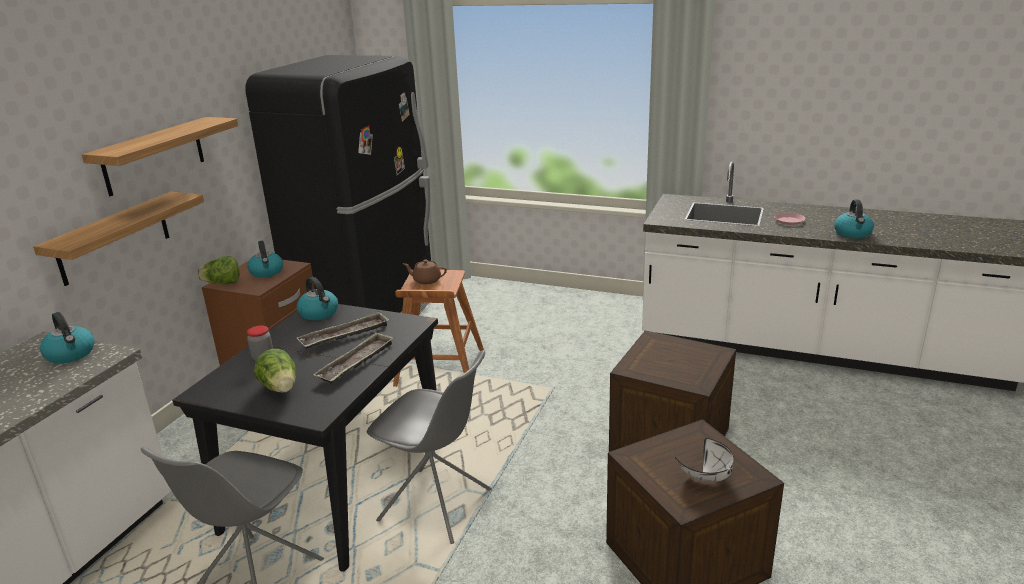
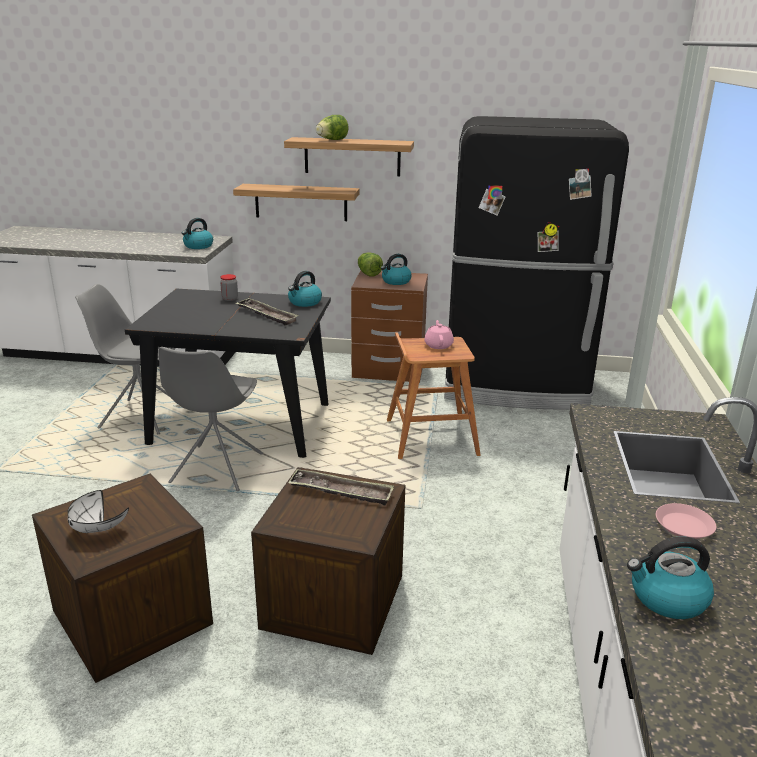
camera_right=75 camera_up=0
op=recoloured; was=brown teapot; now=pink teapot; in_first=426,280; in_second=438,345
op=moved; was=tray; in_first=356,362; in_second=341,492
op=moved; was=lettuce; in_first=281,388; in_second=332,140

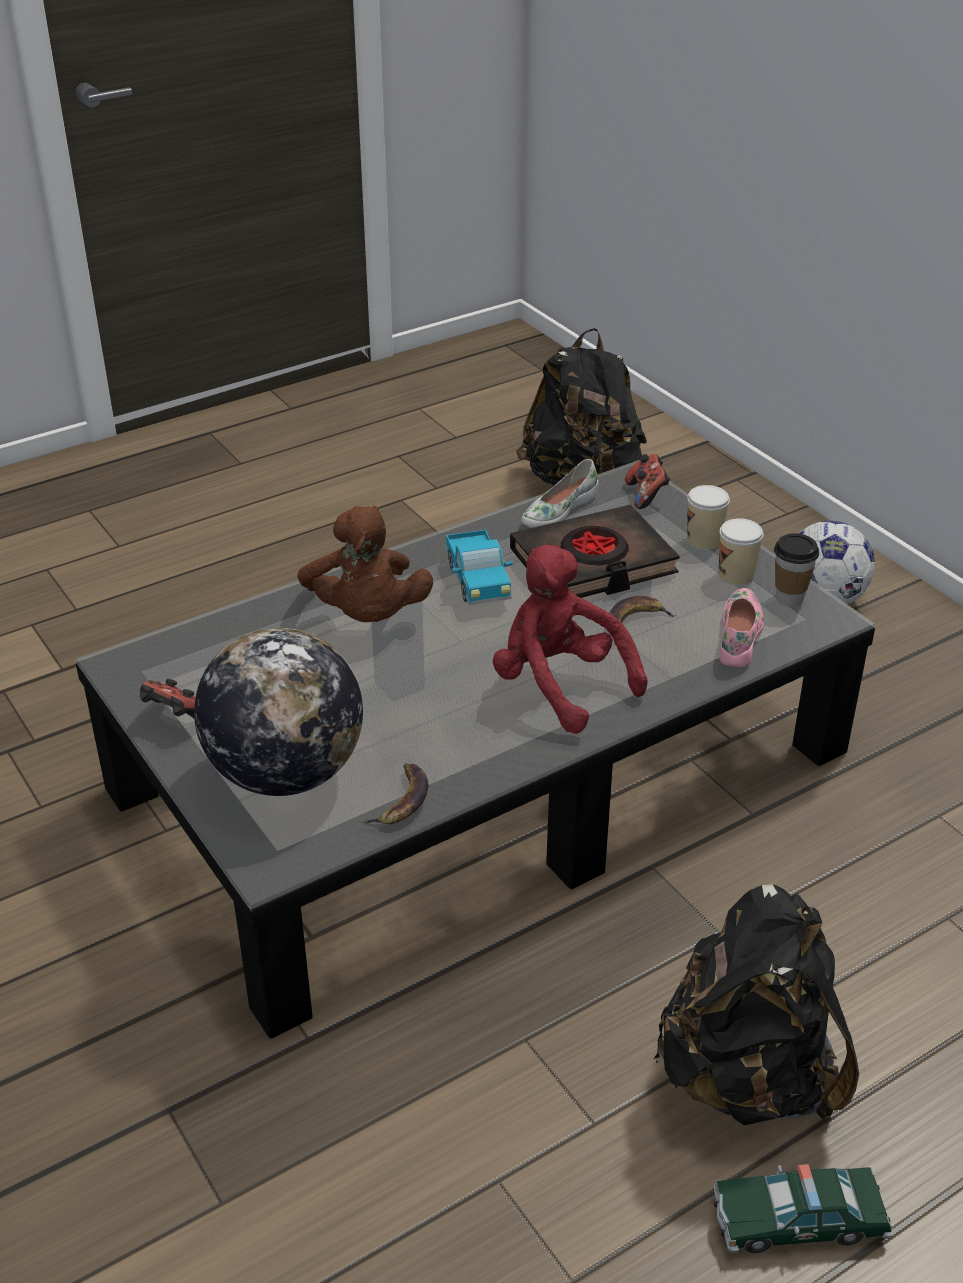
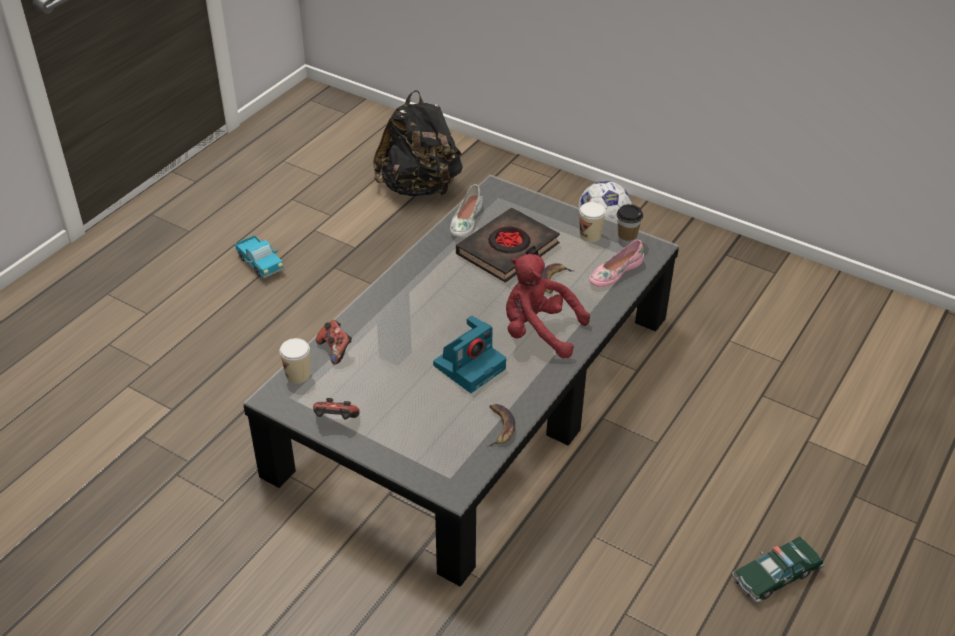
camera_right=-25 camera_up=5
op=moved; was=game controller; in_first=646,495; in_second=335,350
op=moved; was=cup; in_first=703,540; in_second=298,375
op=removed; was=brown plush toy; in_first=367,616
op=moved; was=toy truck; in_first=478,583; in_second=260,264
op=turned; was=pink shoe; in_first=740,635; in_second=614,272; clockwise=-120
op=removed; was=globe; in_first=285,773
op=removed; was=black backpack; in_first=747,1076
op=added; now=photo camera; in_second=470,365

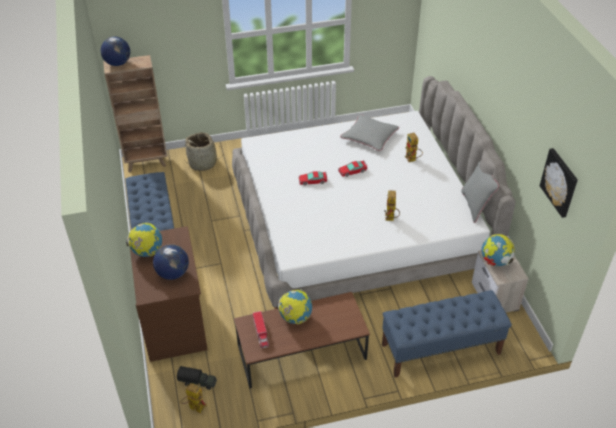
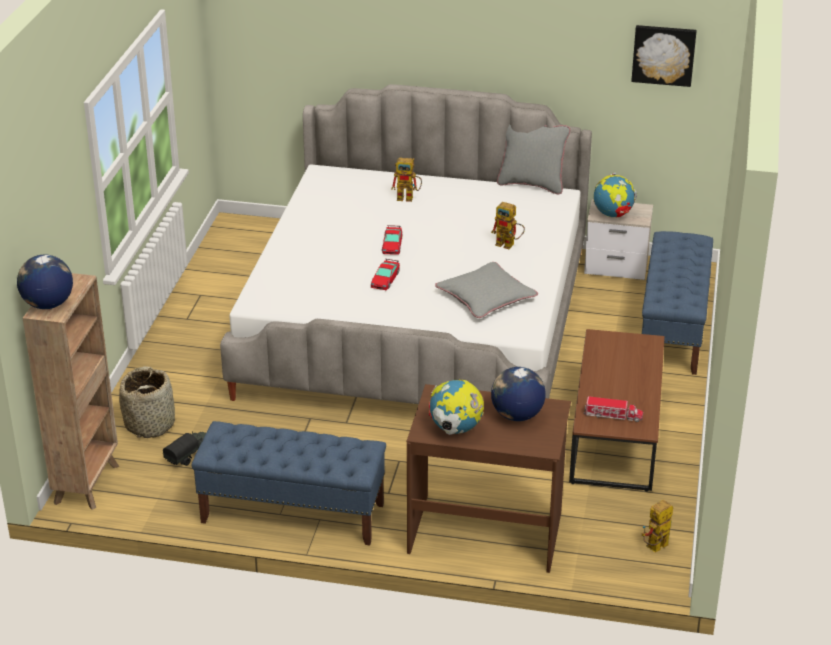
camera_right=-65 camera_up=-10
op=moved; was=grey pillow; in_first=369,136; in_second=486,297
op=removed; was=globe; in_first=295,318
op=moved; was=toy truck; in_first=198,382; in_second=189,455

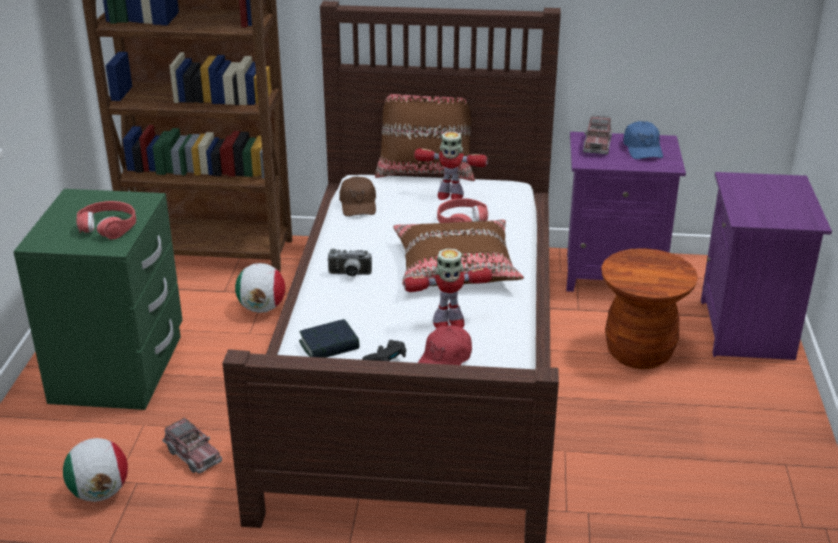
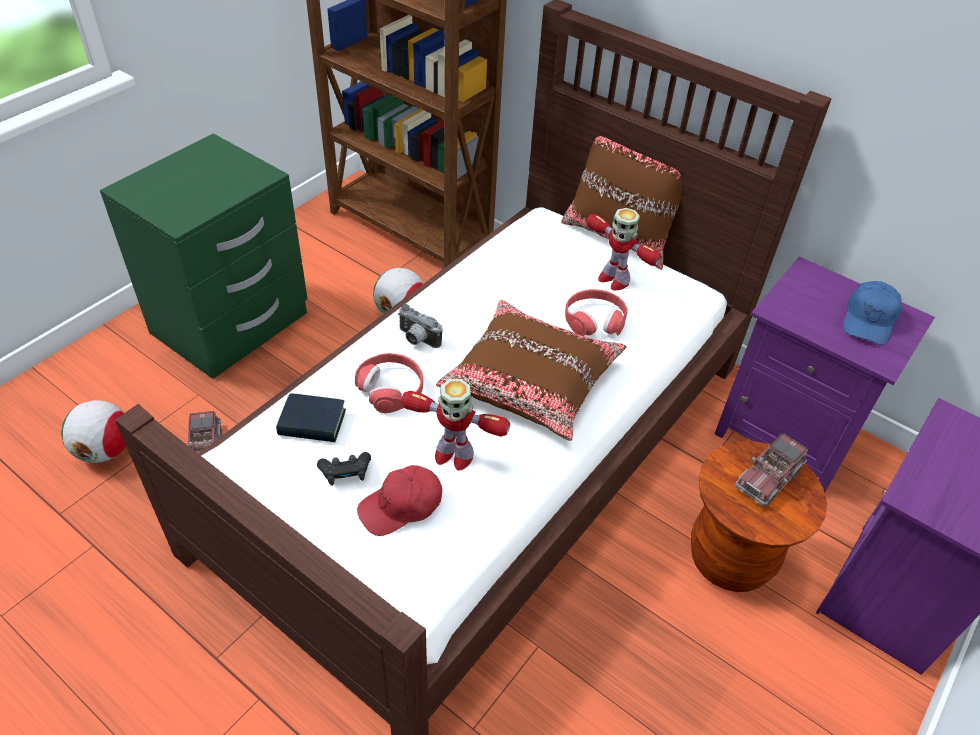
camera_right=30 camera_up=15
op=moved; was=toy truck; in_first=597,145; in_second=768,477
op=removed; was=brown cap; in_first=358,204
op=moved; was=red headphones; in_first=108,227; in_second=391,388

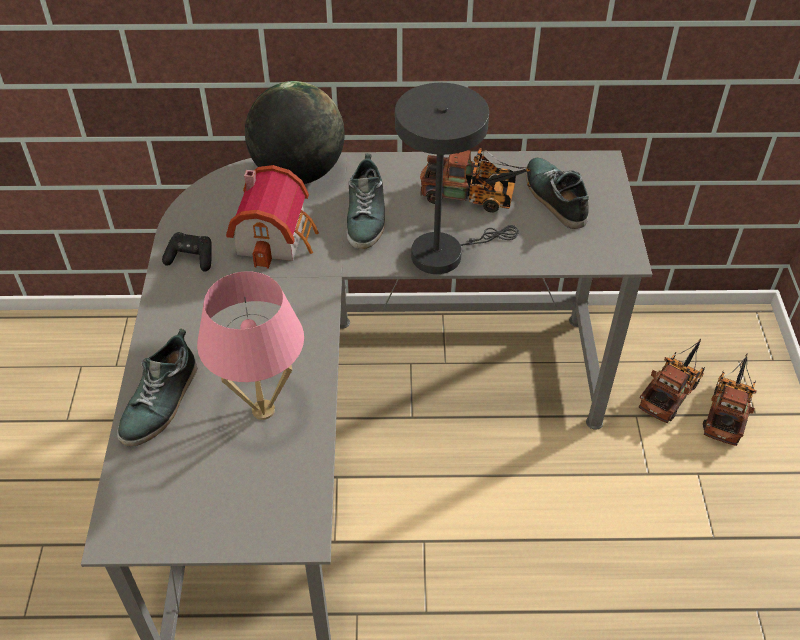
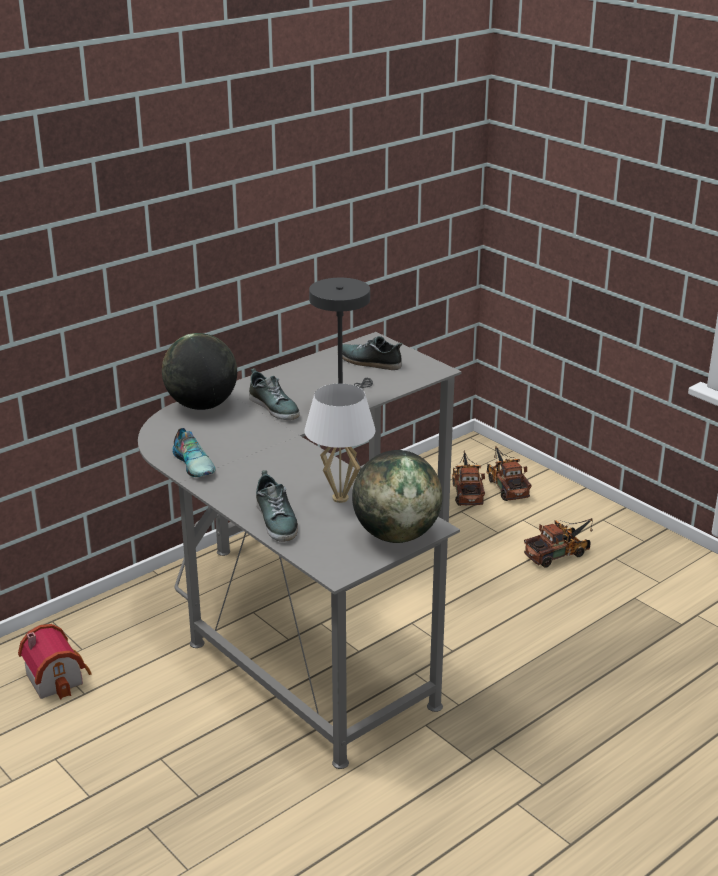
camera_right=-40 camera_up=-20
op=moved; was=toy truck; in_first=474,196; in_second=560,554
op=moved; was=toy house; in_first=277,237; in_second=57,677
op=replaced; was=black game controller; now=shoe; in_first=191,258; in_second=195,463
op=recoloured; was=pink table lamp; now=white table lamp; in_first=264,410; in_second=340,498
op=added; now=globe; in_second=396,535

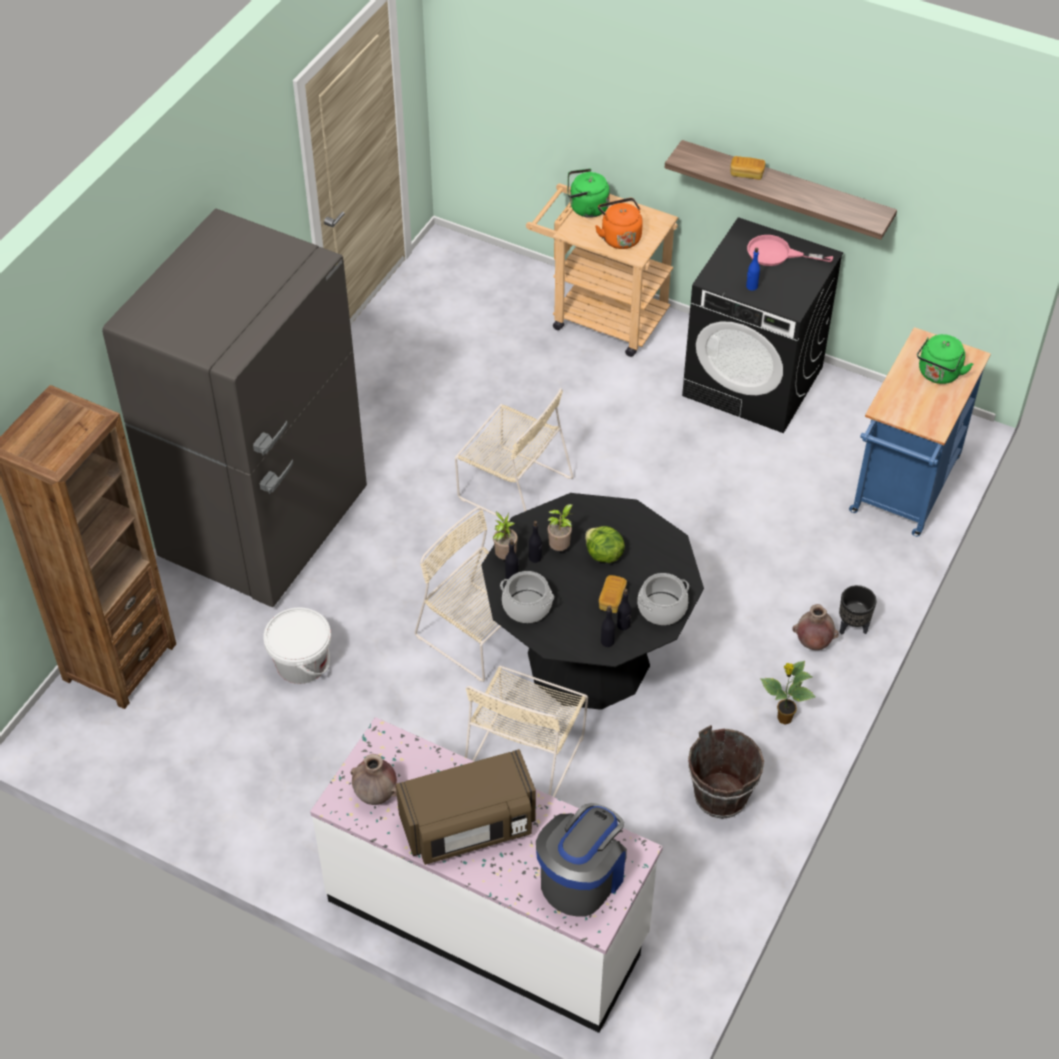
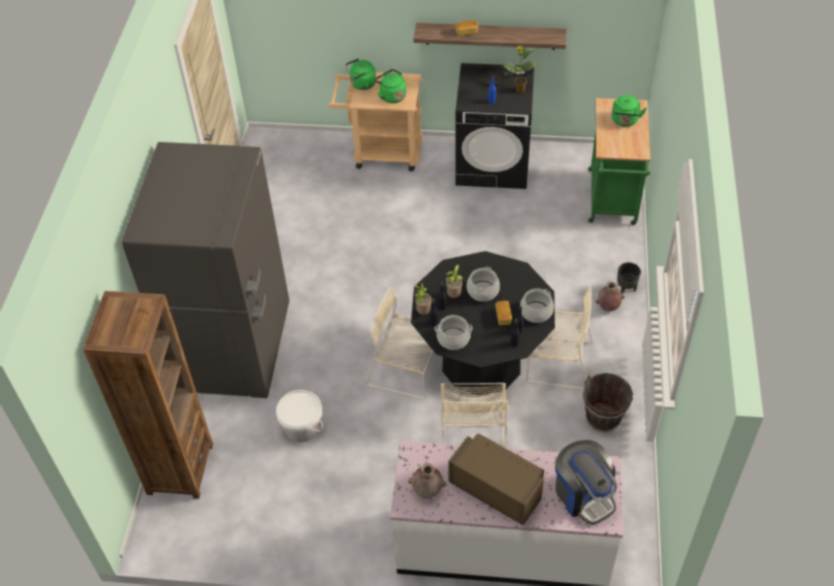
camera_right=-20 camera_up=0
op=recoloured; was=orange kettle; now=green kettle; in_first=619,237; in_second=391,96
op=recoloured; was=pink frying pan; now=black frying pan; in_first=777,254; in_second=496,78
op=recoloured; was=blue cart; now=green cart; in_first=902,491; in_second=612,201
op=moved; was=beige chair; in_first=512,486; in_second=556,362
op=replaced; was=lettuce; now=cooking pot; in_first=603,555; in_second=483,291
op=moved; was=potted plant; in_first=783,718; in_second=519,90
op=turned; was=brown microwave; in_first=469,826; in_second=497,488; clockwise=-105
op=turned; was=coffee machine; in_first=582,877; in_second=583,494; clockwise=135

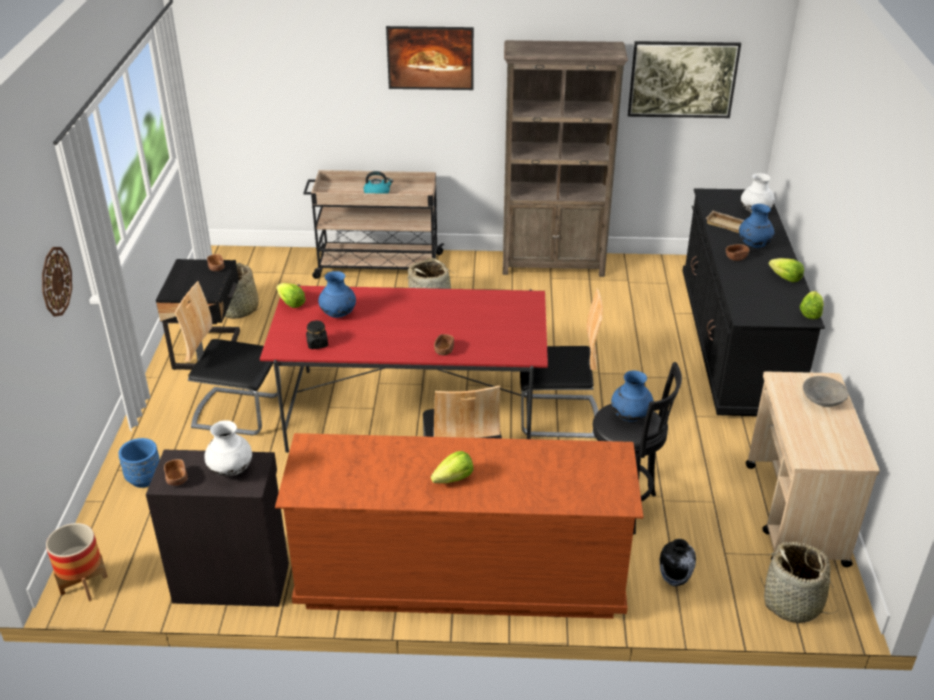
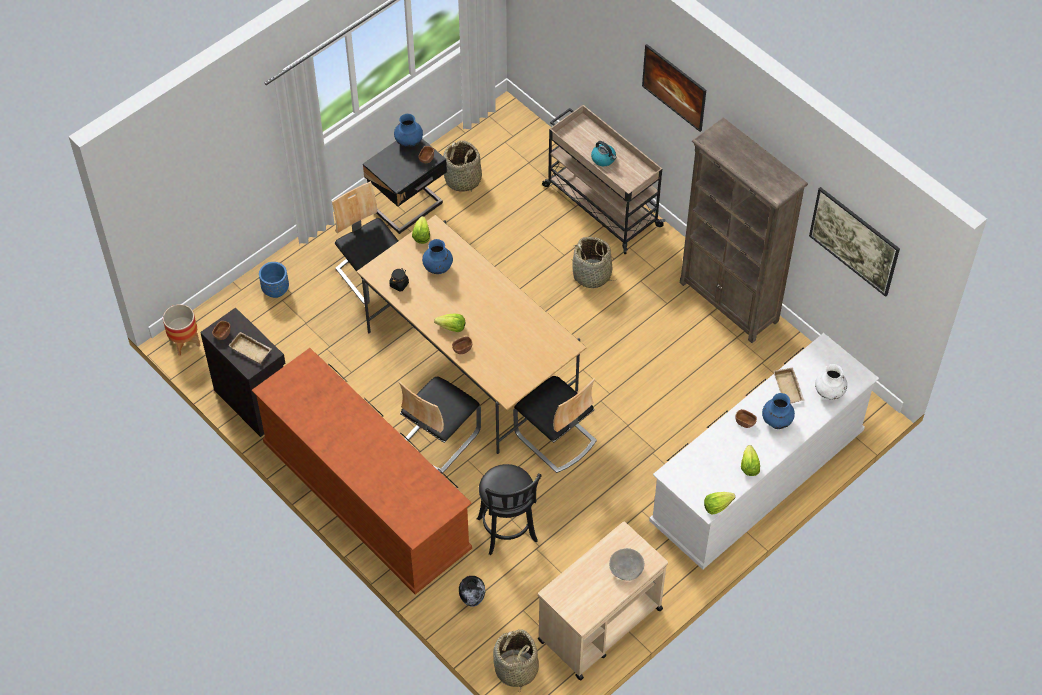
camera_right=45 camera_up=20
op=recoloured; was=black dresser; now=white dresser; in_first=734,343; in_second=756,478
op=removed; was=wall clock; in_first=55,281
op=recoloured; was=red dining table; now=beige dining table; in_first=412,412; in_second=471,361
op=moved; was=blue vase; in_first=630,416; in_second=409,142
op=replaced; was=white vase; now=beige tray; in_first=231,470; in_second=251,349
op=moved; was=lettuce; in_first=454,479; in_second=451,328

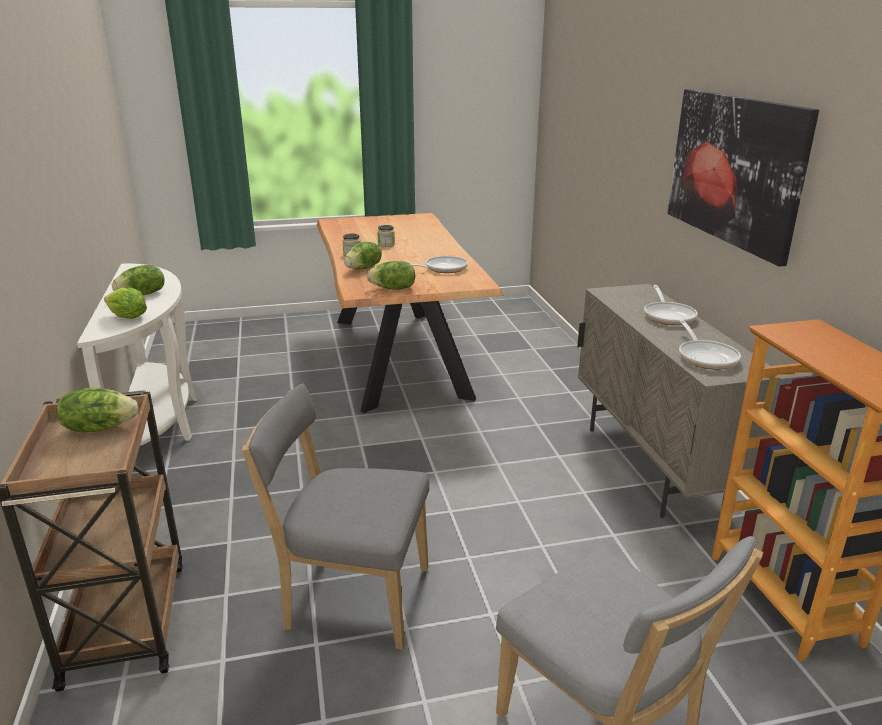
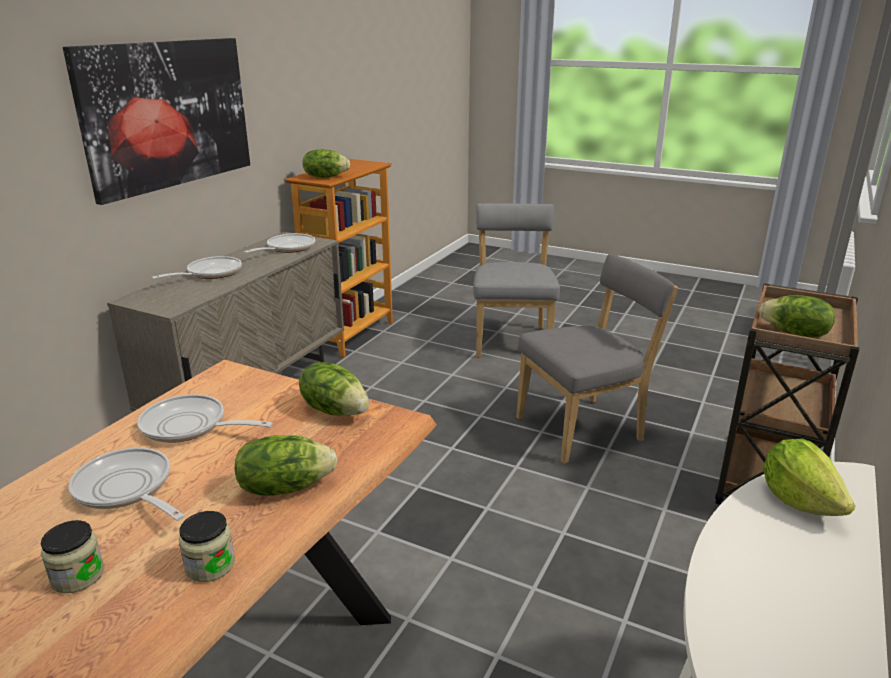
camera_right=-140 camera_up=0
op=moved; was=lettuce; in_first=142,294; in_second=325,177
op=turned; was=grey chair; in_first=351,597; in_second=584,428; clockwise=-75
op=added; now=frying pan; in_second=127,490

